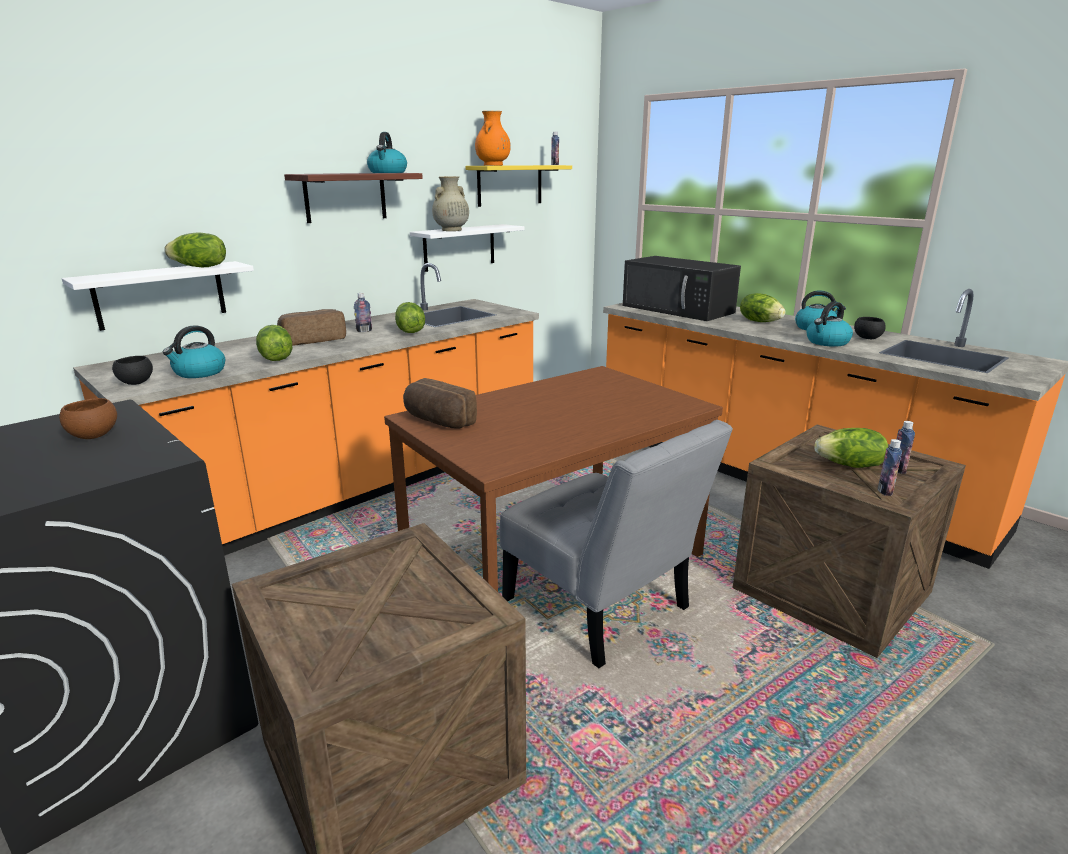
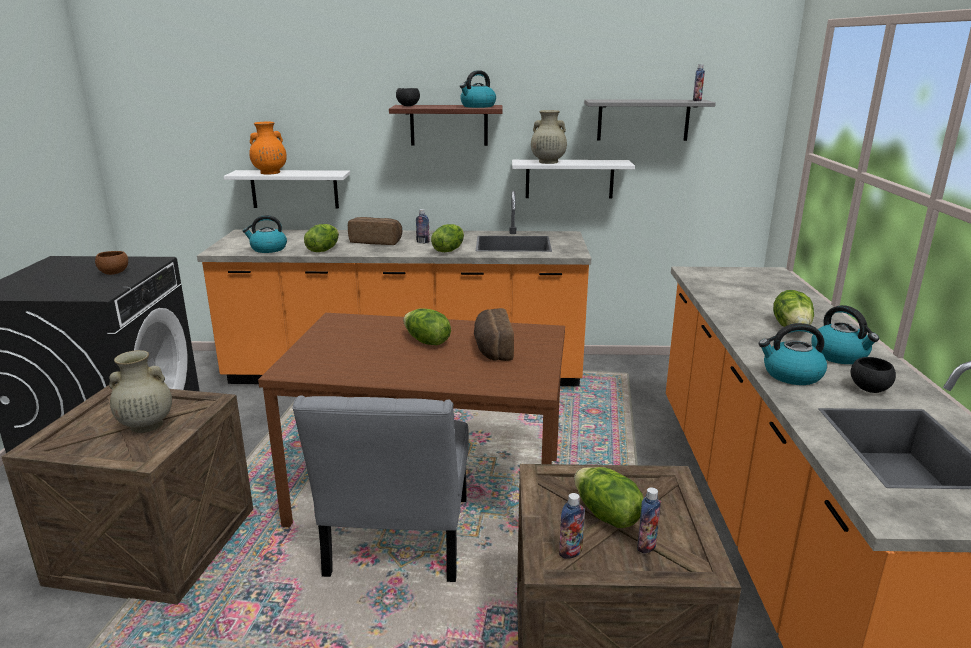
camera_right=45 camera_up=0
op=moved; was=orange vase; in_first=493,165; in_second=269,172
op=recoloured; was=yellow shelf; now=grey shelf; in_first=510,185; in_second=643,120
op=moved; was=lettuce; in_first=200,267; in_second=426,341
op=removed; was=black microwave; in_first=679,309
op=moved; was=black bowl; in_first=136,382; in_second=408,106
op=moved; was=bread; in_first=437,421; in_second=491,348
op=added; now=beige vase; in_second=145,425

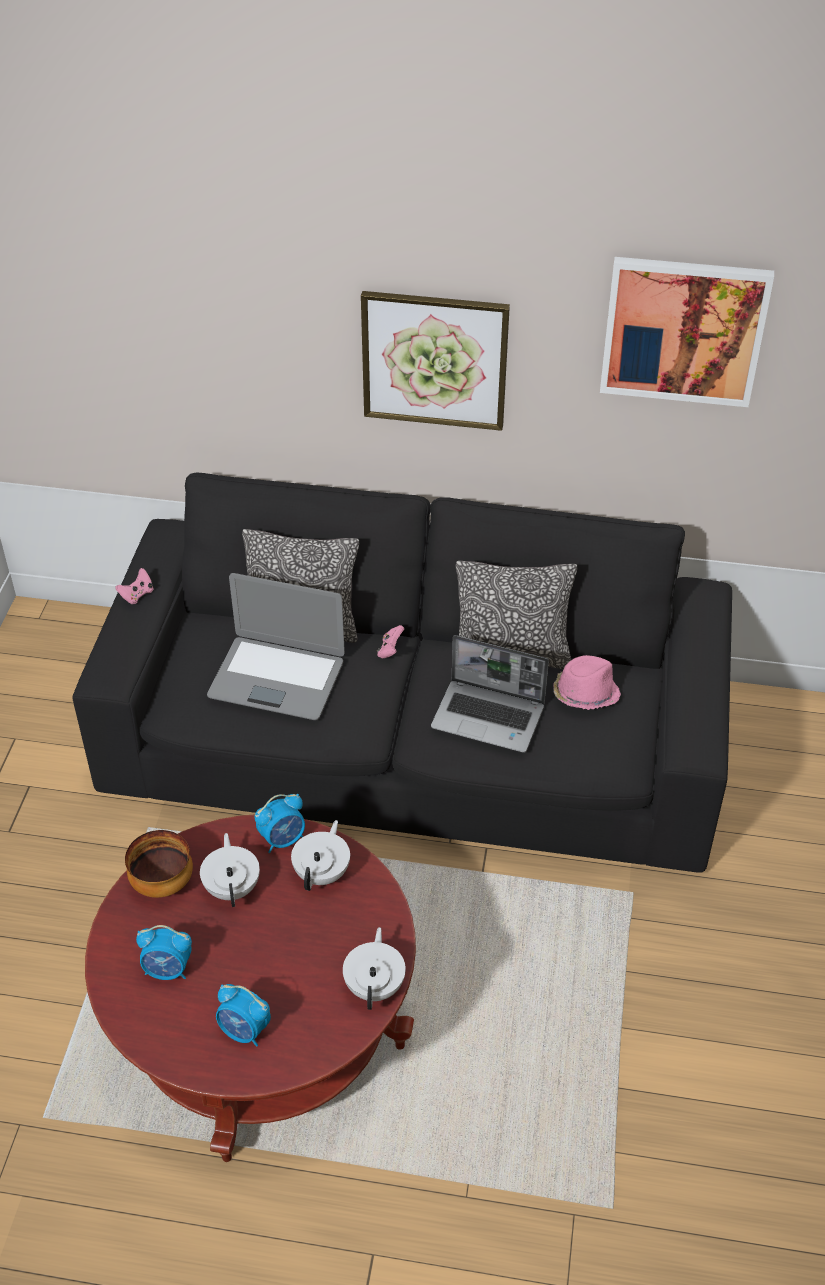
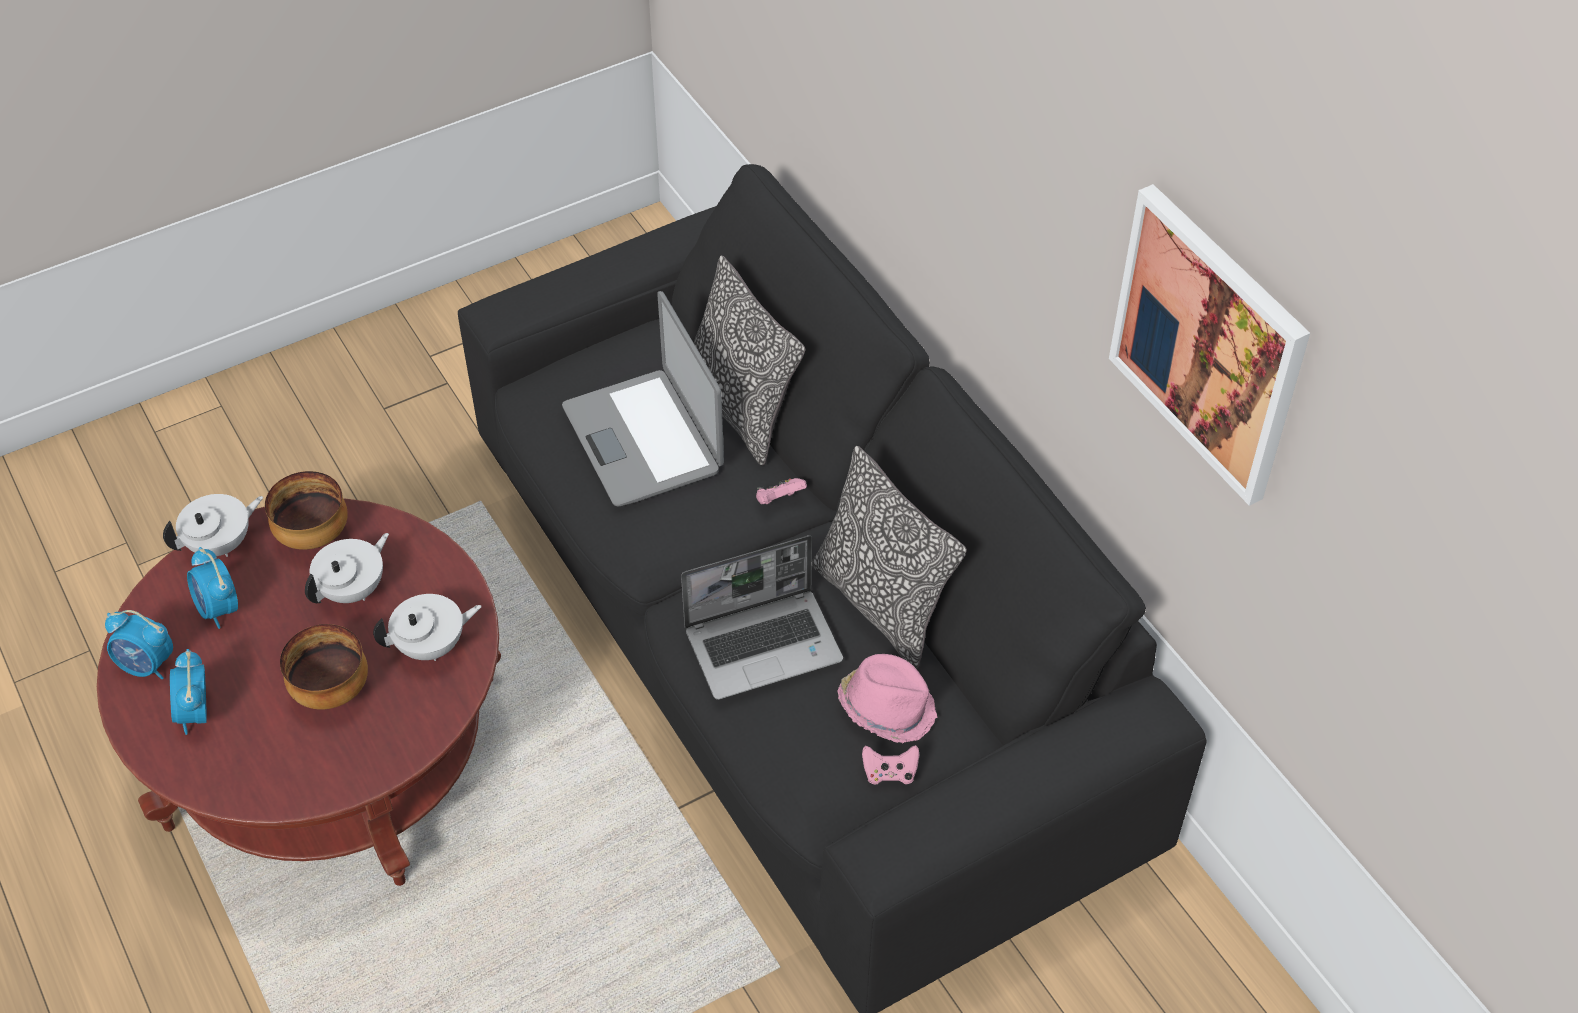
camera_right=50 camera_up=5
op=removed; was=picture; in_first=434,360
op=moved; was=pink game controller; in_first=137,595; in_second=890,773
op=turned; was=laptop; in_first=489,717; in_second=764,644; clockwise=-90
op=moved; was=alarm clock; in_first=283,839; in_second=147,665
op=moved; was=white teapot; in_first=375,985; in_second=221,544
op=added; now=bowl; in_second=332,690

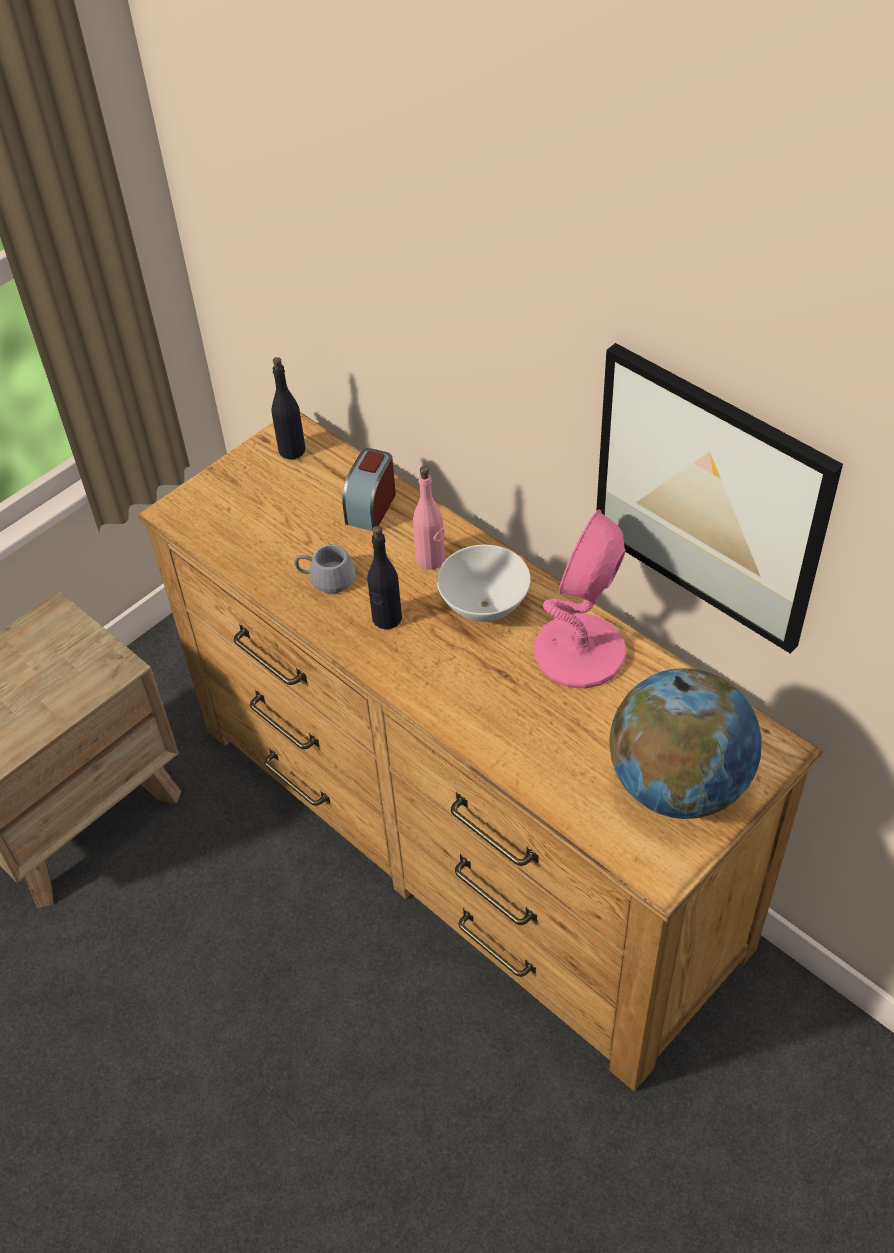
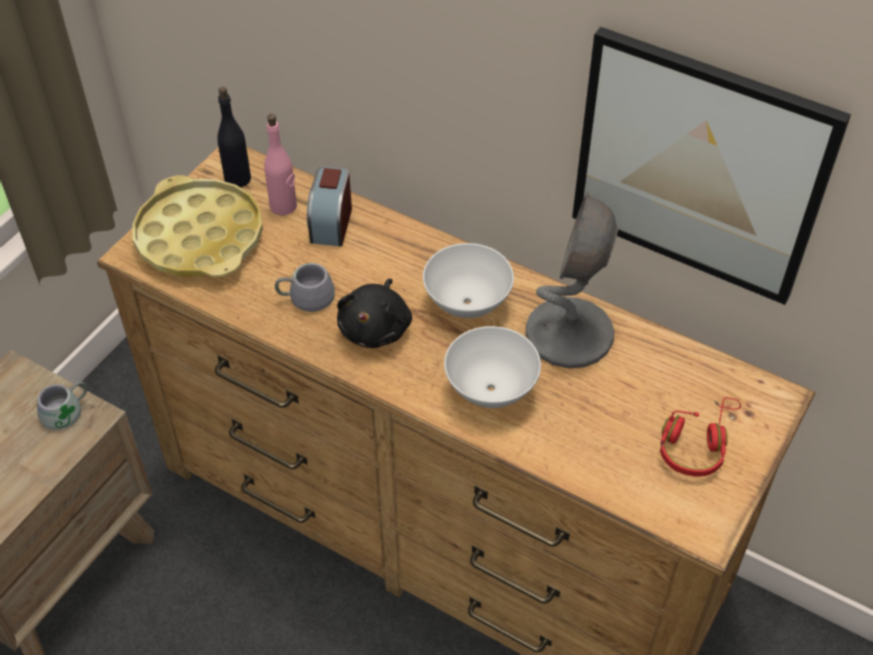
camera_right=-15 camera_up=0
op=moved; was=pink bottle; in_first=431,559; in_second=283,206
op=recoloured; was=pink table lamp; now=grey table lamp; in_first=579,653; in_second=569,334
op=replaced; was=black bottle; now=black plush toy; in_first=386,618; in_second=376,328
op=replaced; was=globe; now=red headphones; in_first=678,784; in_second=696,444
op=added; now=yellow tray; in_second=200,237
op=added; now=white bowl; in_second=490,390
op=added; now=grey mug; in_second=68,414

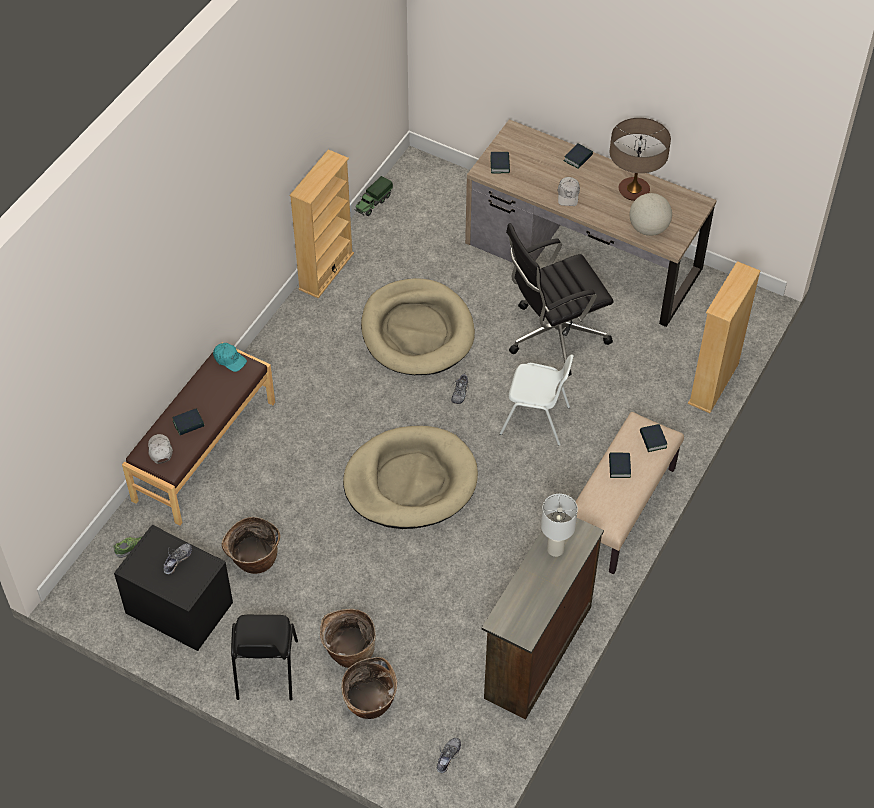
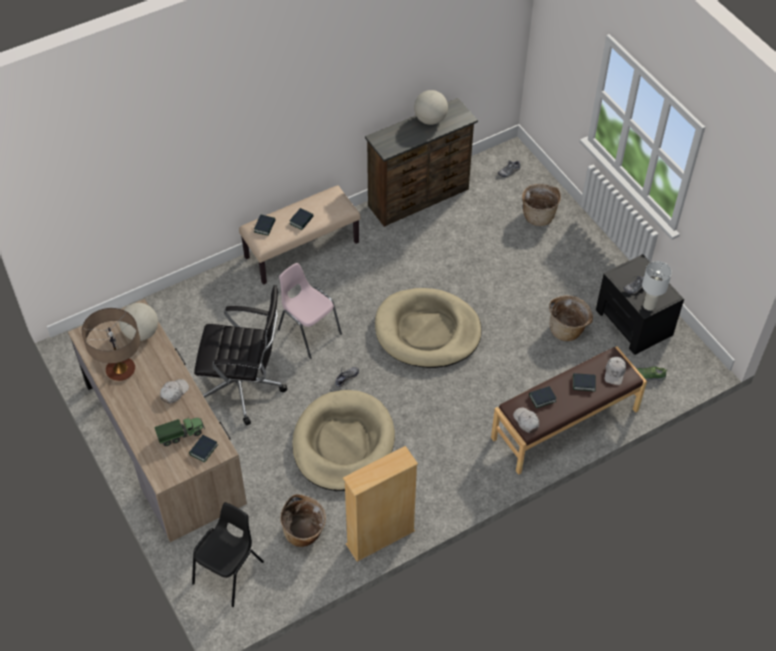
camera_right=-150 camera_up=0
op=moved; was=book; in_first=578,158; in_second=542,398
op=moved; was=toy truck; in_first=373,203; in_second=181,434
op=removed; was=beige bookcase; in_first=713,383
op=recoloured; was=turquoise cap; now=white cap; in_first=229,359; in_second=526,421
op=recoloured; was=white chair; now=pink chair; in_first=536,420; in_second=309,331
op=moved; was=white table lamp; in_first=556,549; in_second=648,305
op=moved; was=basket; in_first=348,651; in_second=304,533
op=moved; was=black chair; in_first=265,670; in_second=229,572
op=added; now=globe; in_second=430,119

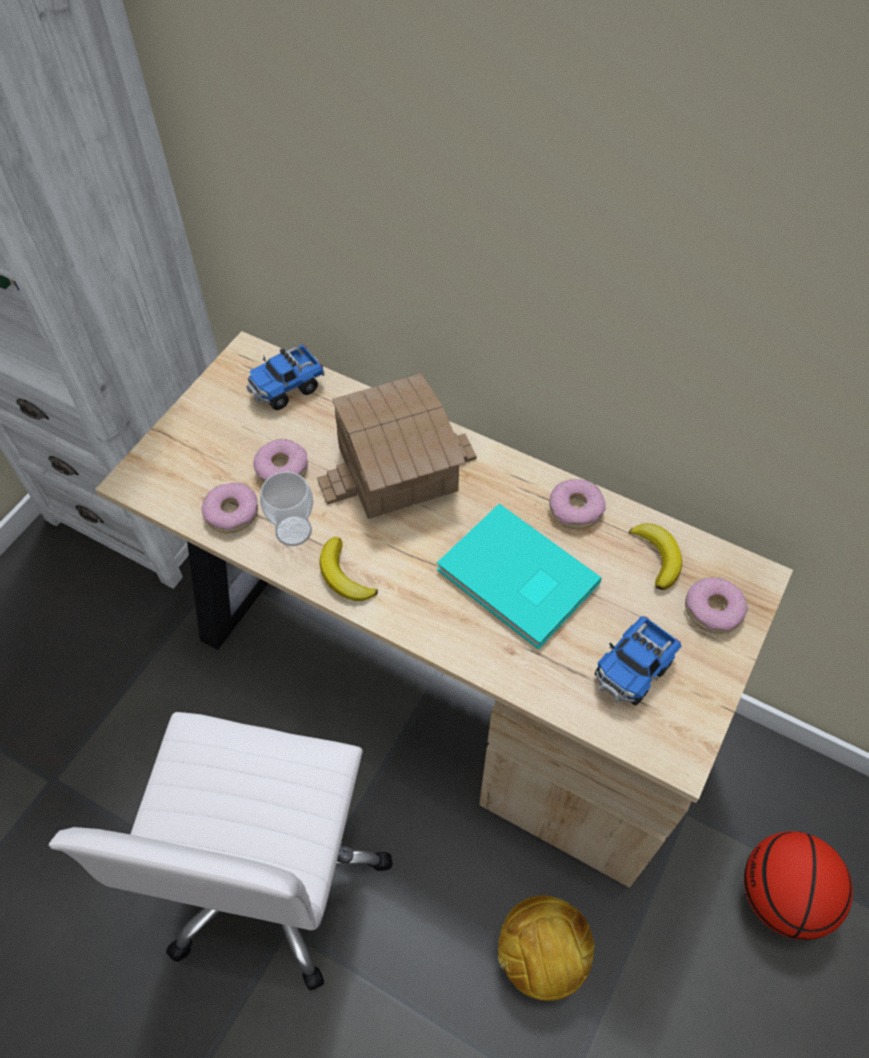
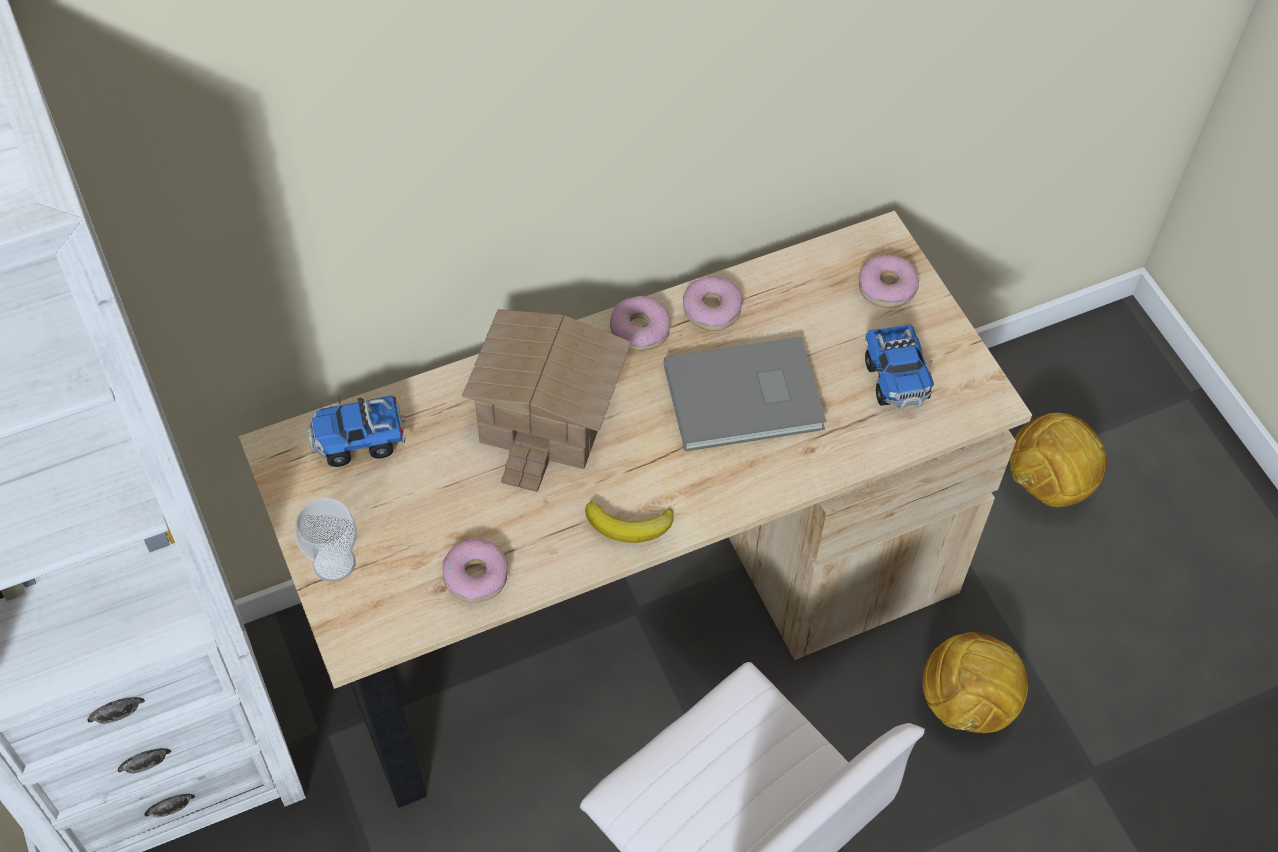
camera_right=-55 camera_up=0
op=turned; was=toy truck; in_first=287,388; in_second=359,441; clockwise=75
op=moved; was=donut; in_first=282,469; in_second=640,329
op=moved; was=cup; in_first=293,531; in_second=334,563
op=recoloured; was=turquoise book; now=grey book; in_first=517,580; in_second=746,400
op=removed; was=banana; in_first=657,557
op=replaced; was=basketball; now=football; in_first=782,895; in_second=1048,485

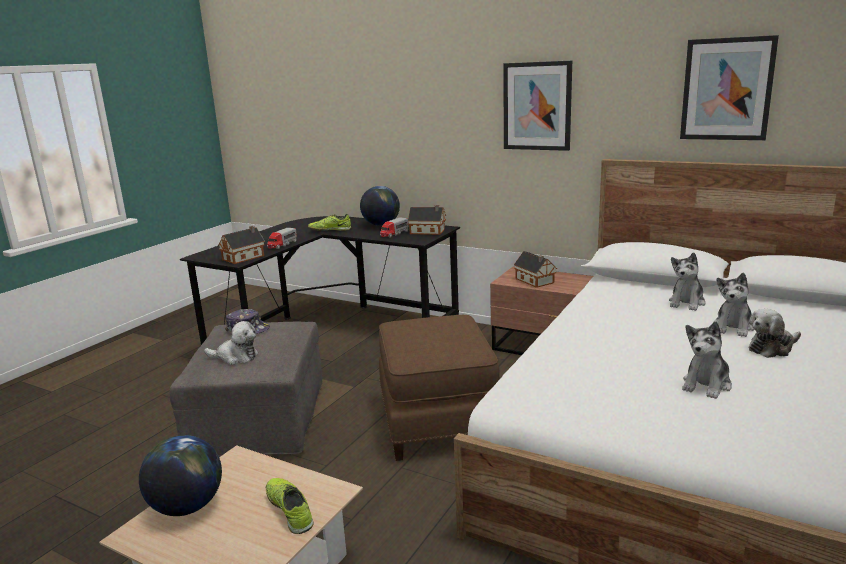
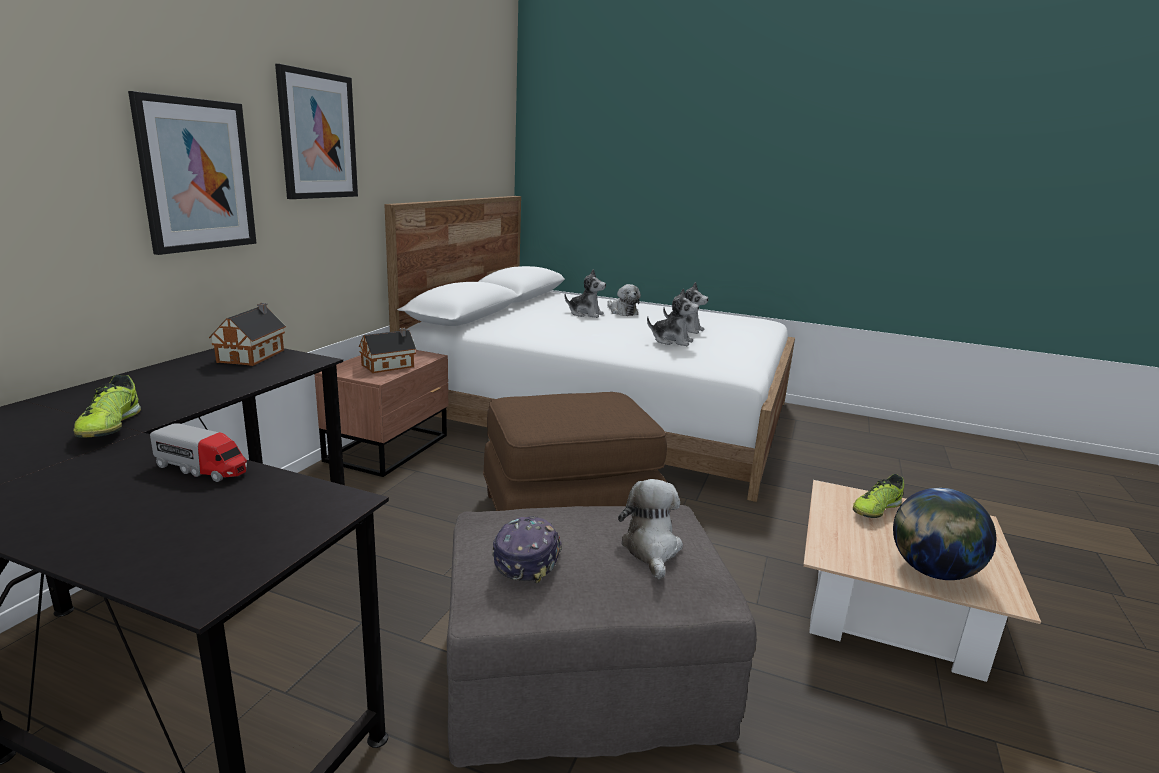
camera_right=-100 camera_up=0
op=moved; was=picture; in_first=727,89; in_second=196,175
op=removed; was=globe; in_first=381,225
op=removed; was=toy truck; in_first=394,234
op=removed; was=toy house; in_first=245,257
op=moved; was=plush toy; in_first=686,303; in_second=672,341

